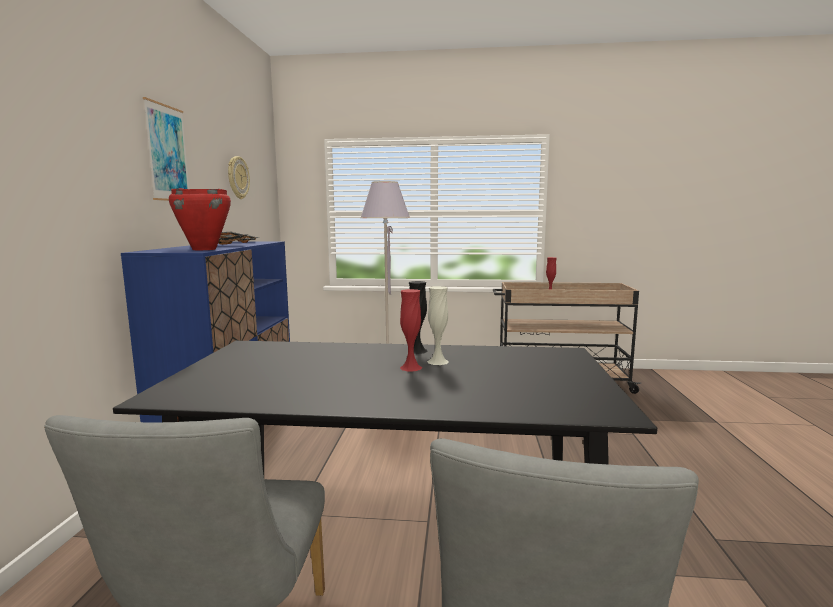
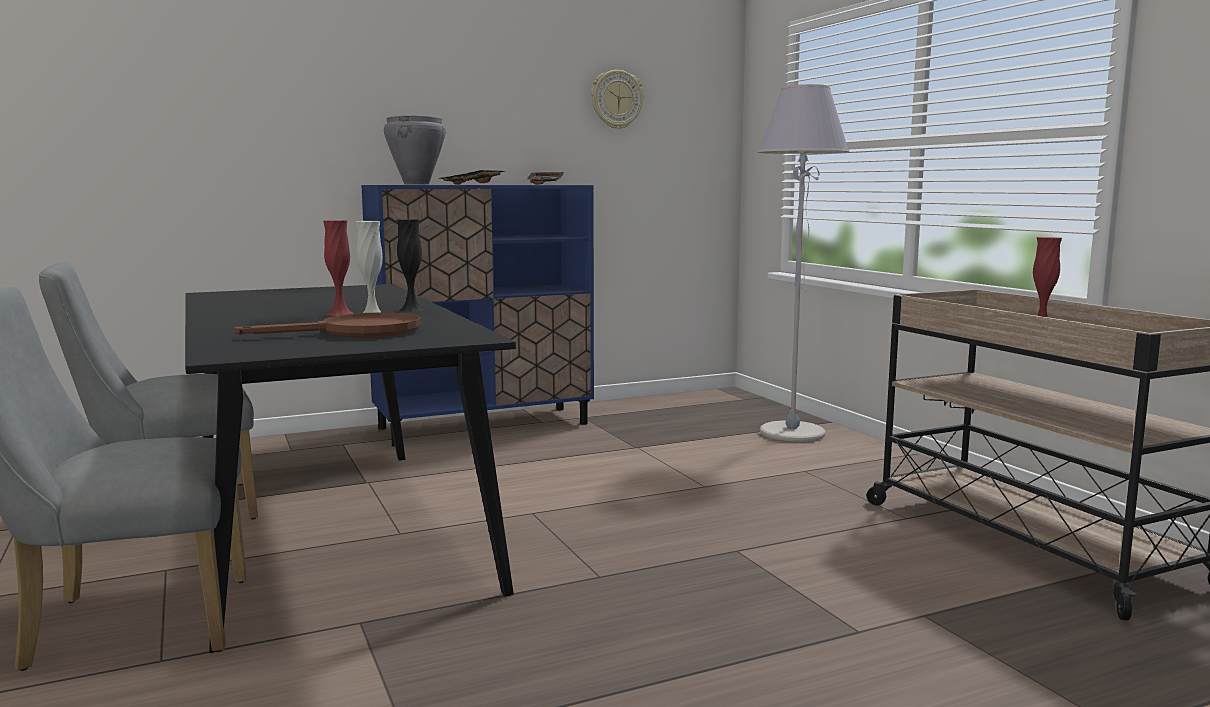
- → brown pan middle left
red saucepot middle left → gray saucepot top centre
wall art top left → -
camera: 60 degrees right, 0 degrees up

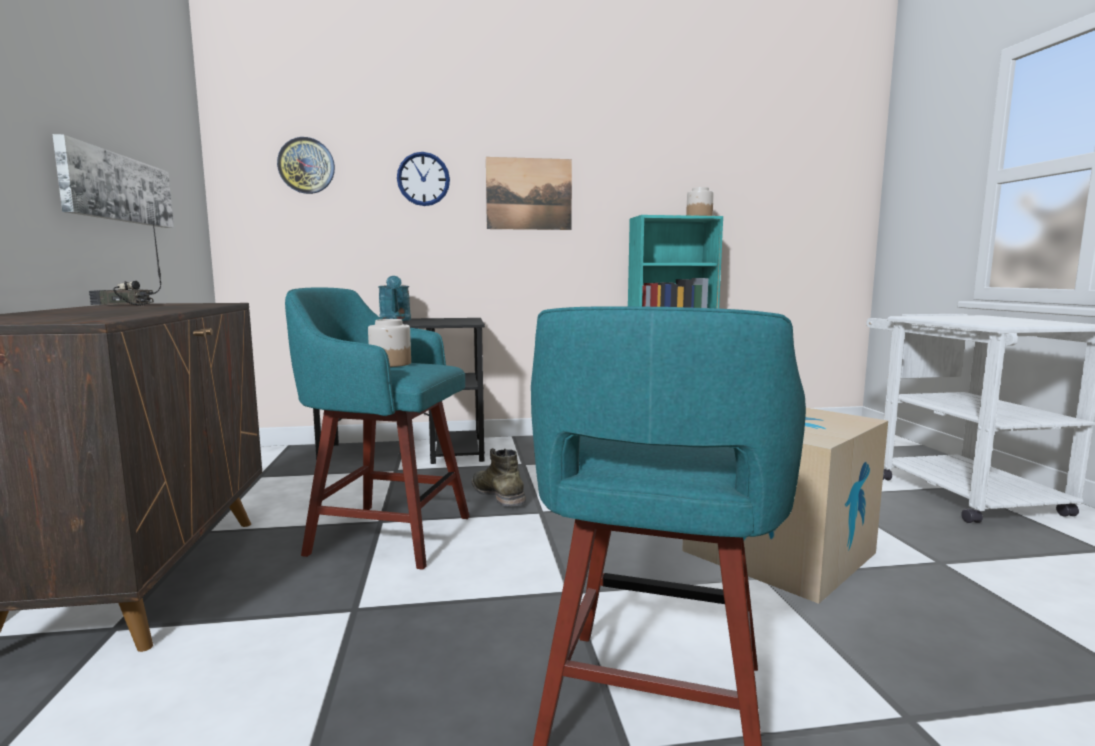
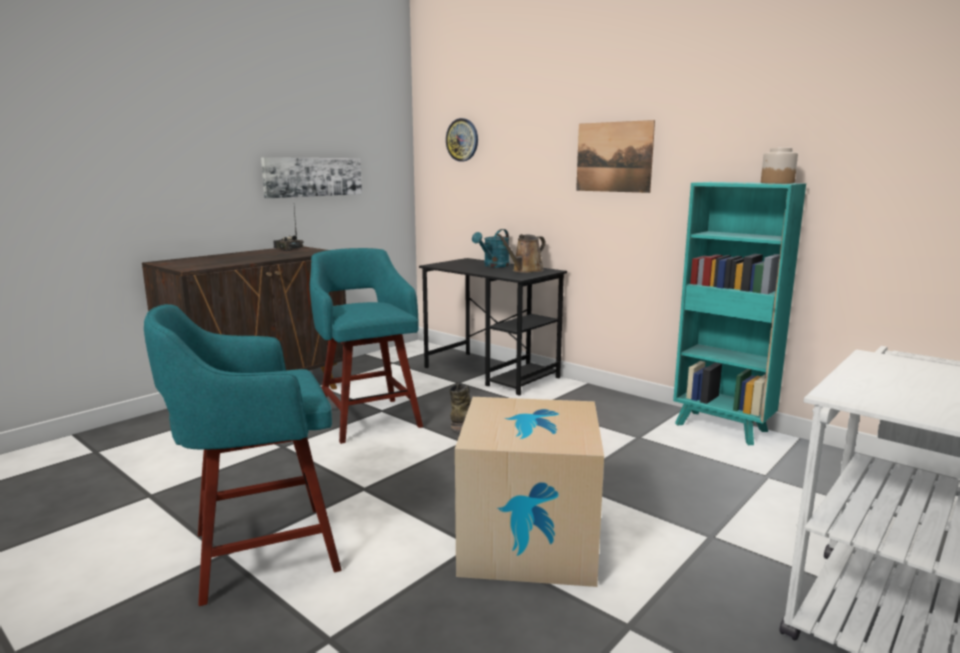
- → brown sprinkling can centre
preserve jar (1st from left) centre → -
clock on the wall (2nd from left) top centre → -
camera: 50 degrees right, 5 degrees up

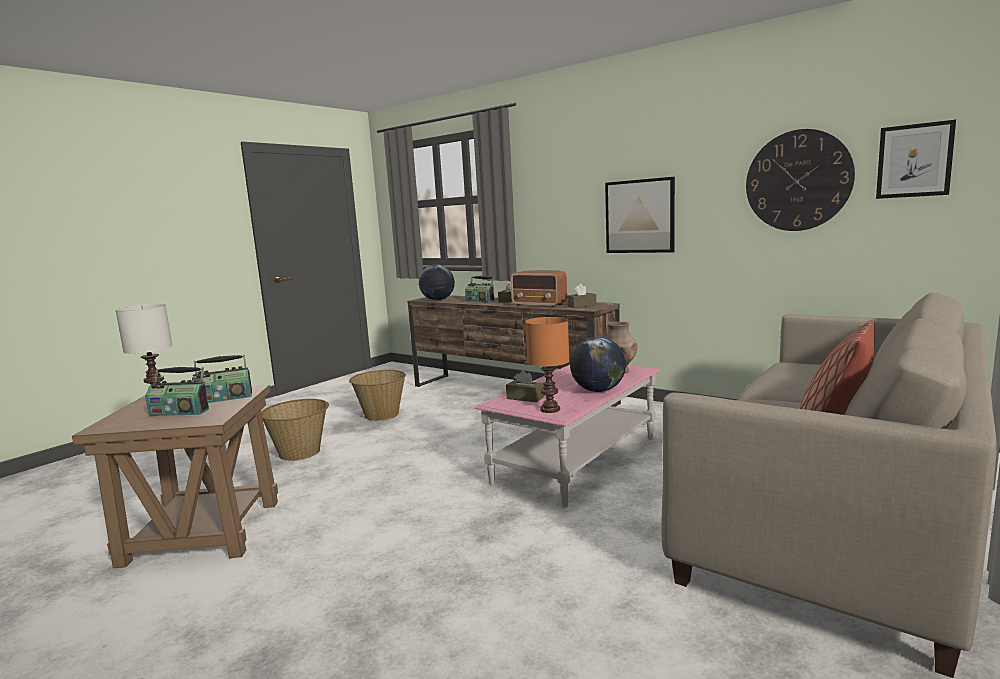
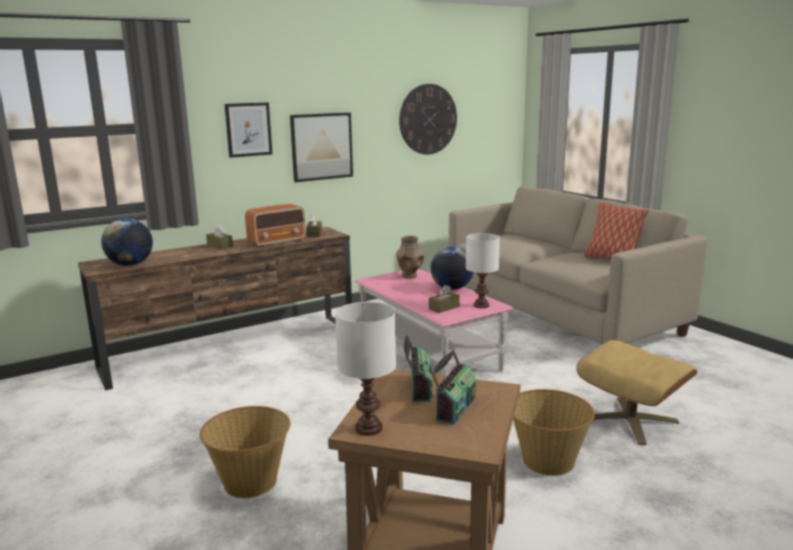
wall art (2nd from left in the first image) top right → wall art (1st from left) top left, move
orange lamp for a table centre → whitish lamp for a table (2nd from left) centre
basket (2nd from left) centre → basket (2nd from left) bottom right, move
- → beige-coloured ottoman bottom right
radio set (3rd from left) centre → -
camera: 70 degrees left, 5 degrees up

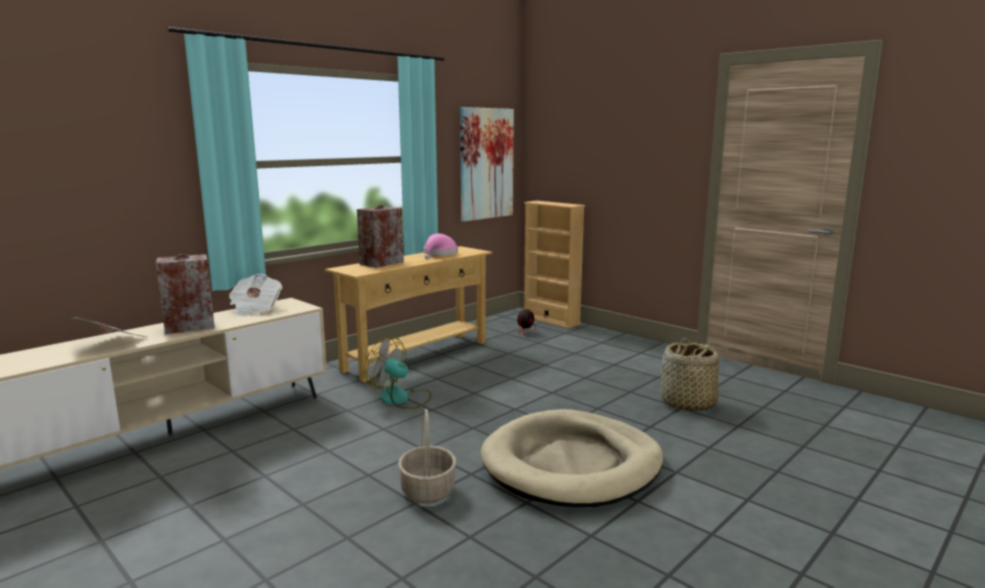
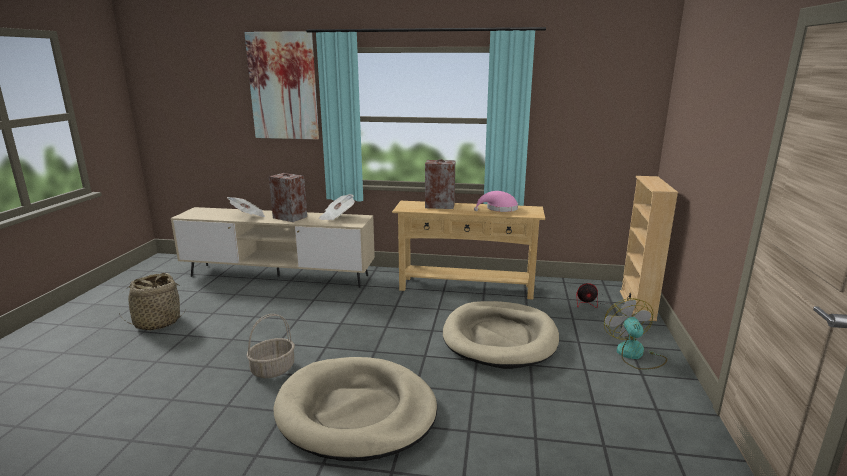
basket (2nd from left in the first image) middle right → basket (1st from left) middle left, move
wall art top centre → wall art top left, move
- → beige-coloured pet bed (2nd from left) bottom centre
fan (1st from left in the first image) centre → fan (2nd from left) bottom right, move
camera: 55 degrees right, 5 degrees up

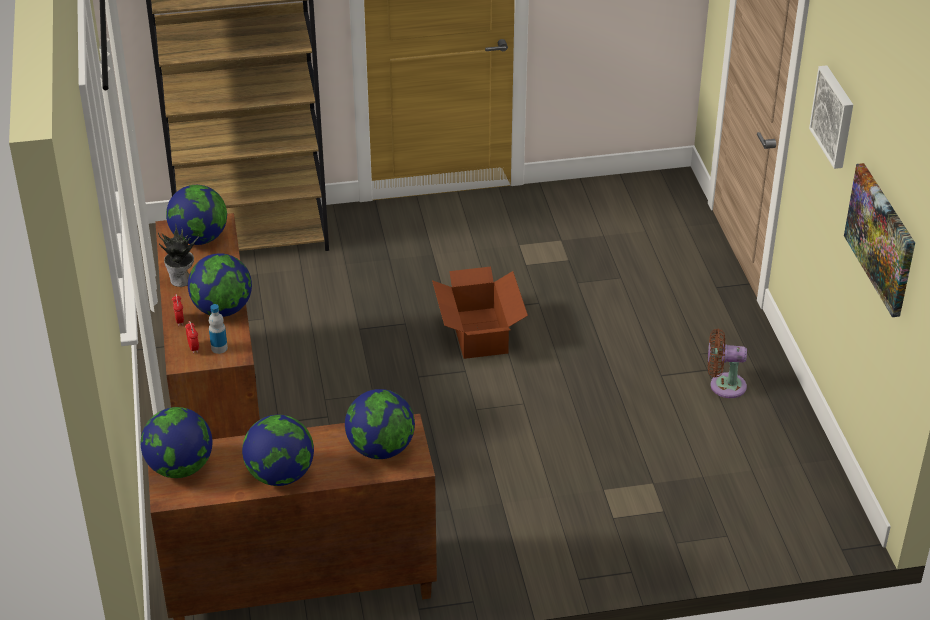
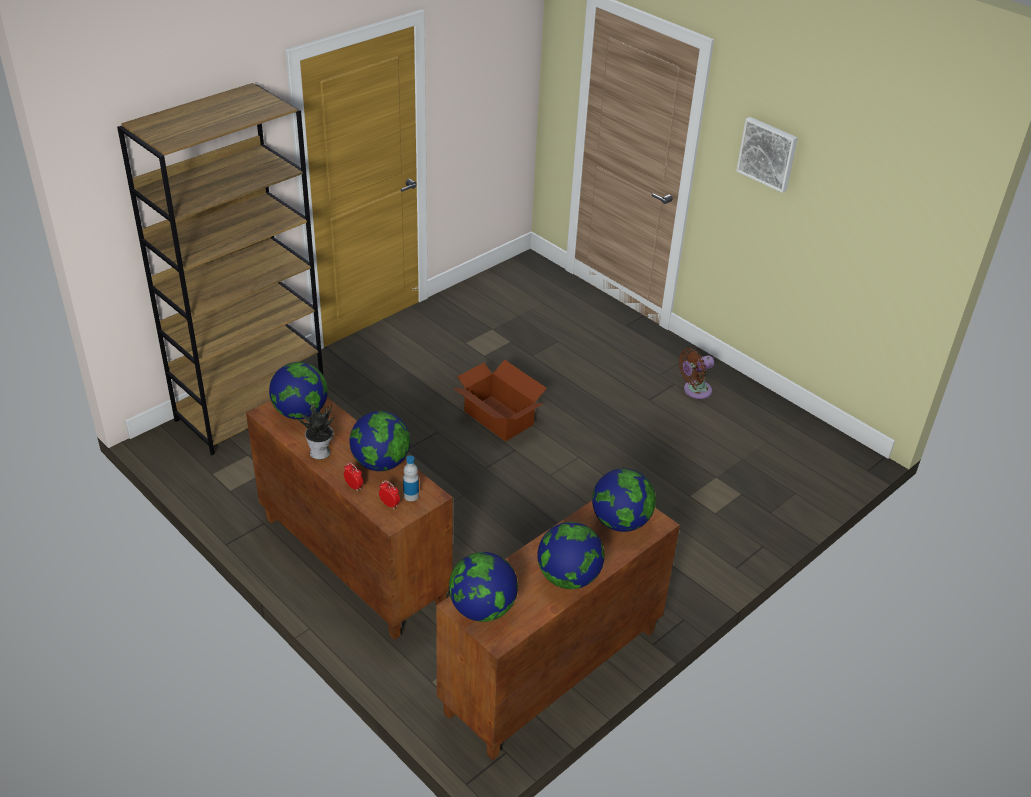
wall art (2nd from left) middle right → -
camera: 35 degrees left, 0 degrees up

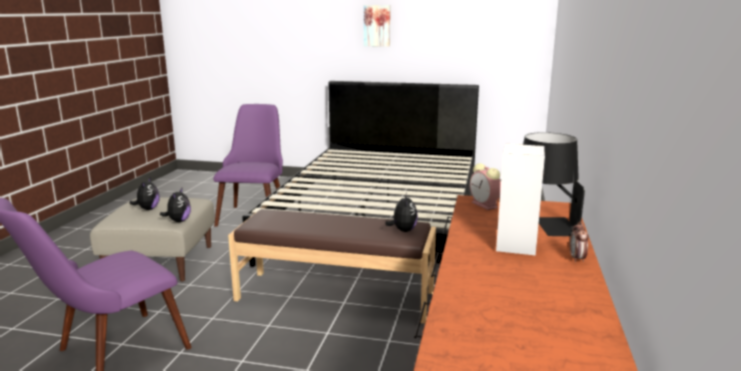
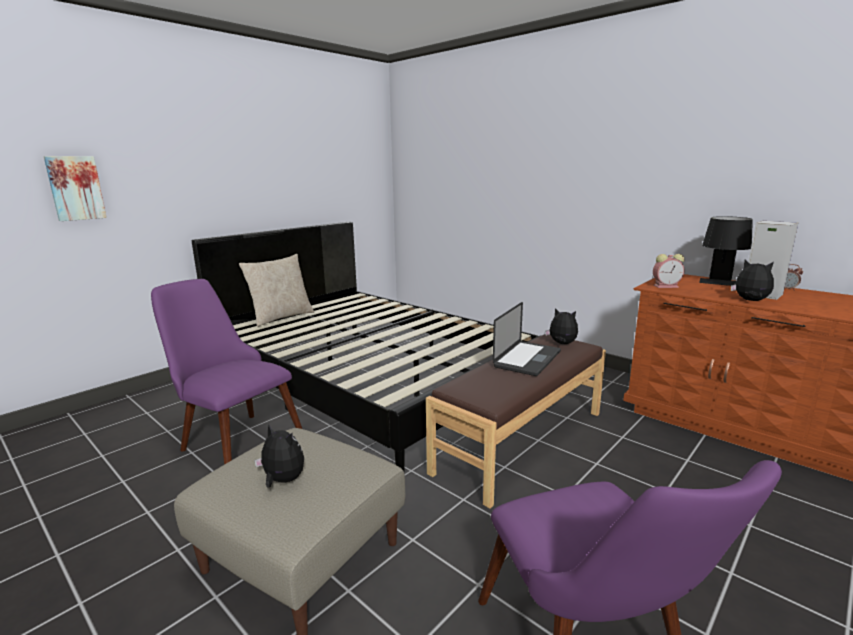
wall art top centre → wall art top left, move
- → beige-coloured cushion middle left
- → laptop centre
cuddly toy (2nd from left in the first image) middle left → cuddly toy (3rd from left) middle right, move
camera: 60 degrees left, 0 degrees up

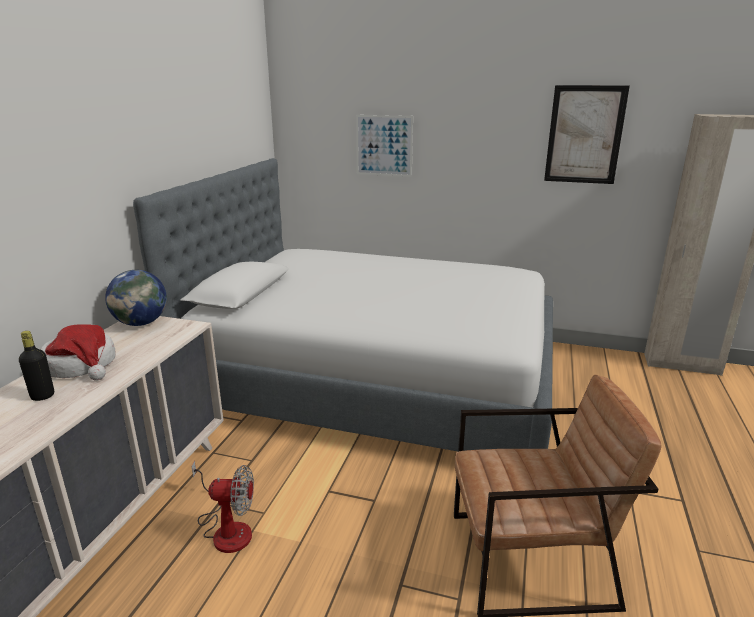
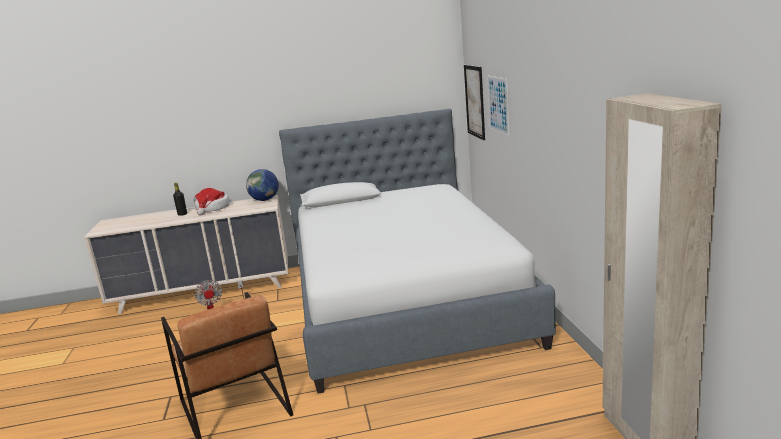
wall art (2nd from left in the first image) top right → wall art (1st from left) top centre, move
camera: 65 degrees right, 5 degrees down

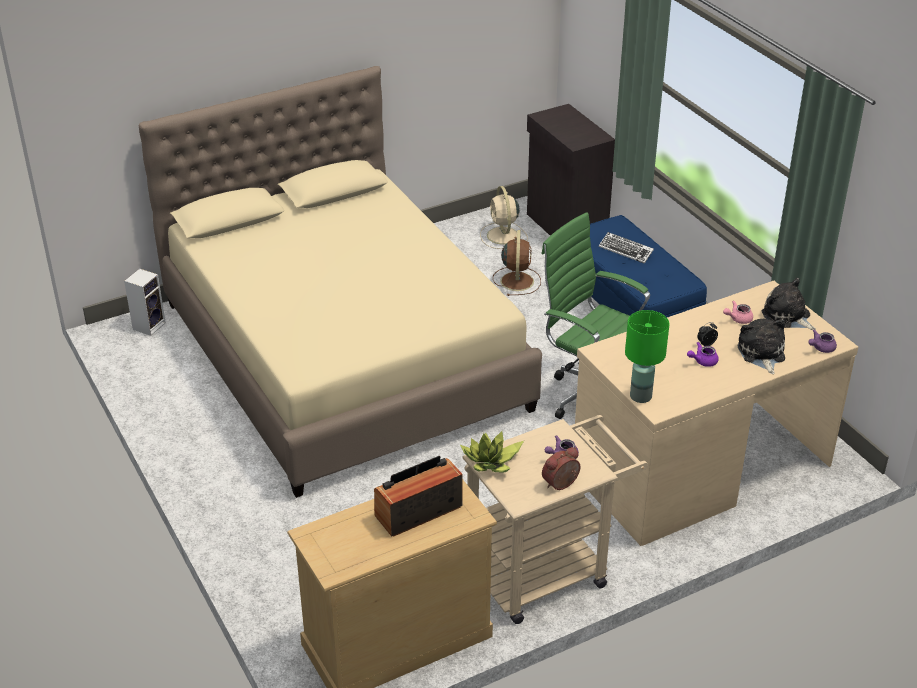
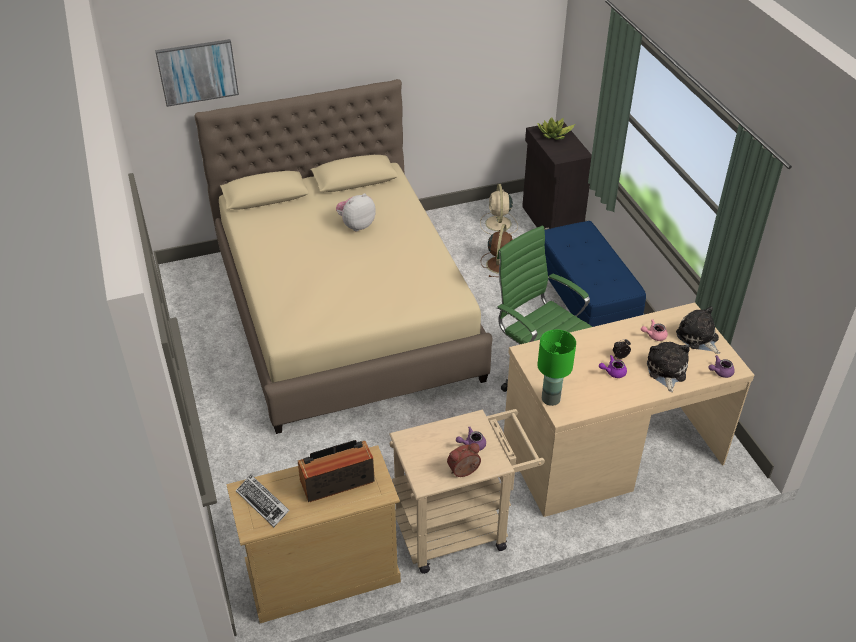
- → wall art top left
computer keyboard middle right → computer keyboard bottom left, move
- → cuddly toy (1st from left) top centre
houseplant centre → houseplant top centre, move
speaker middle left → -
camera: 10 degrees right, 5 degrees up

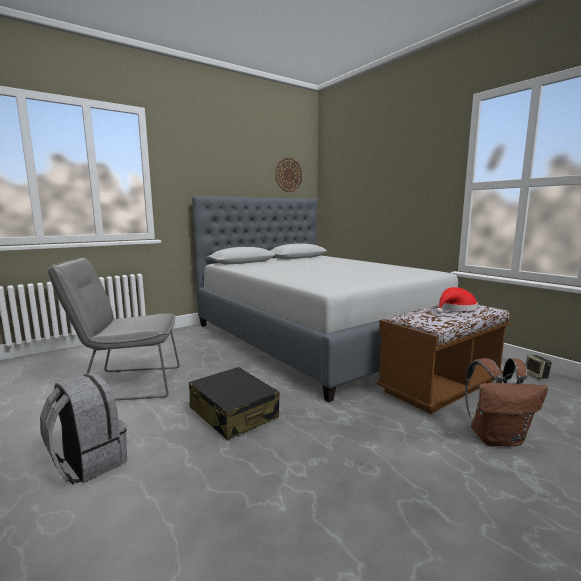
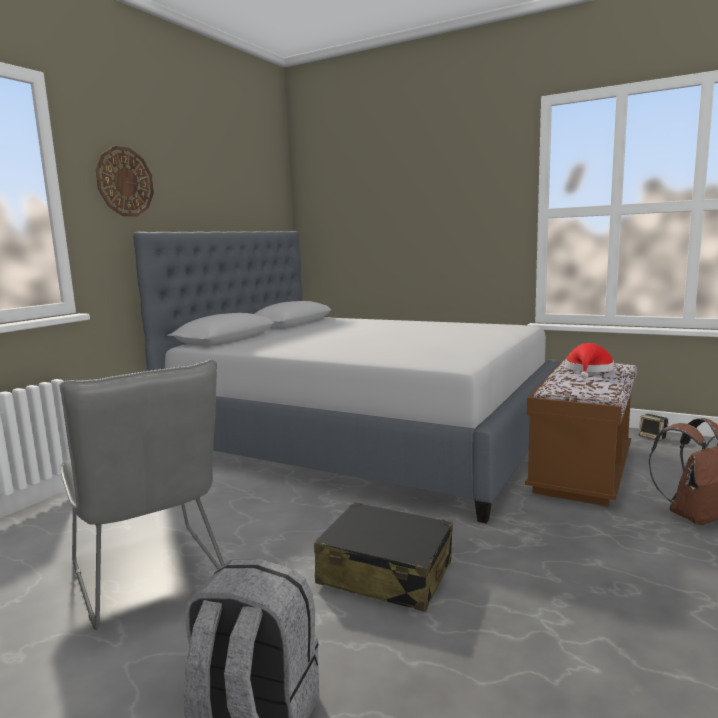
gray upright chair middle left → gray upright chair bottom left, 90 degrees counterclockwise
clock on the wall top centre → clock on the wall top left, move
camera: 25 degrees left, 0 degrees up

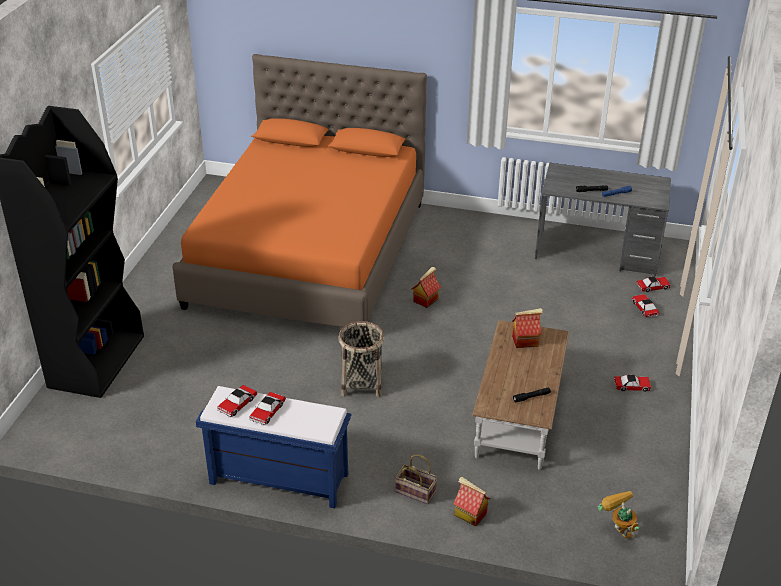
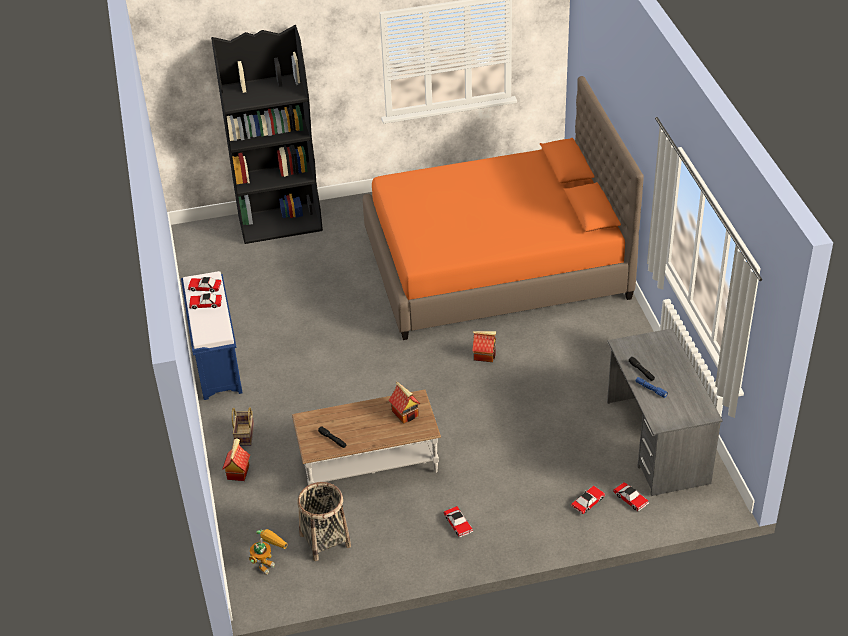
basket (1st from left in the first image) centre → basket (2nd from left) bottom centre, move
camera: 65 degrees right, 5 degrees up

